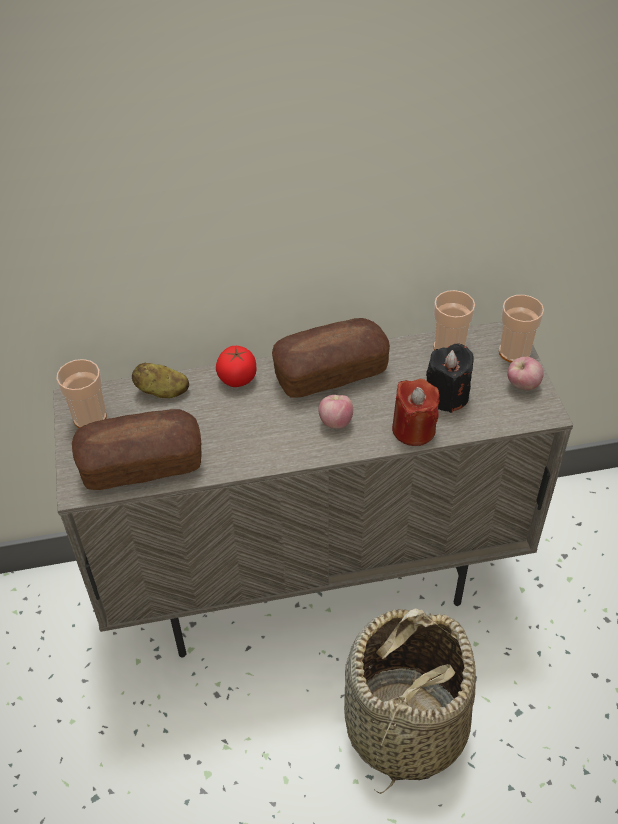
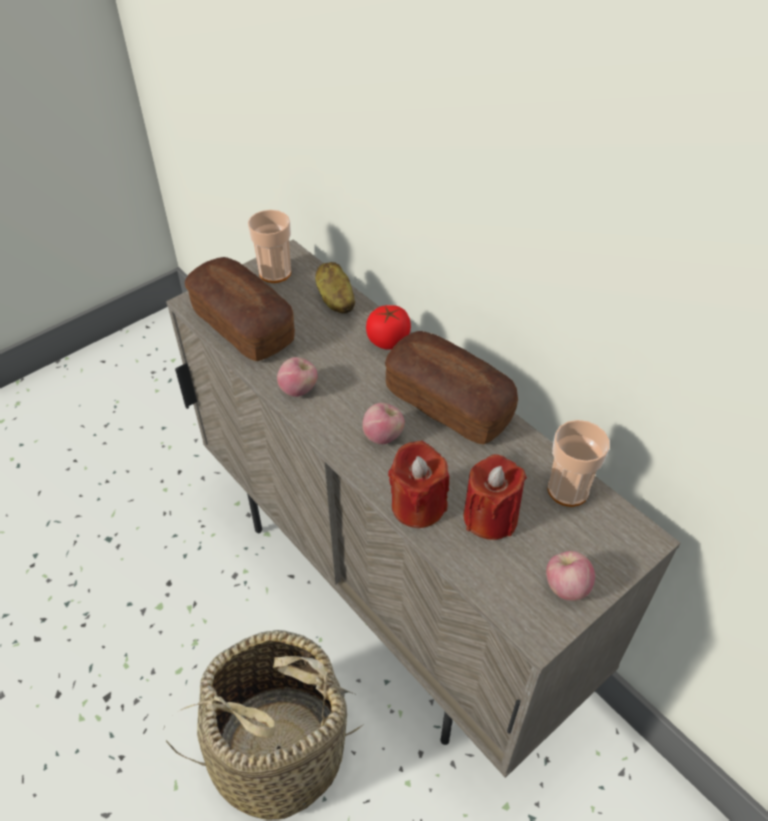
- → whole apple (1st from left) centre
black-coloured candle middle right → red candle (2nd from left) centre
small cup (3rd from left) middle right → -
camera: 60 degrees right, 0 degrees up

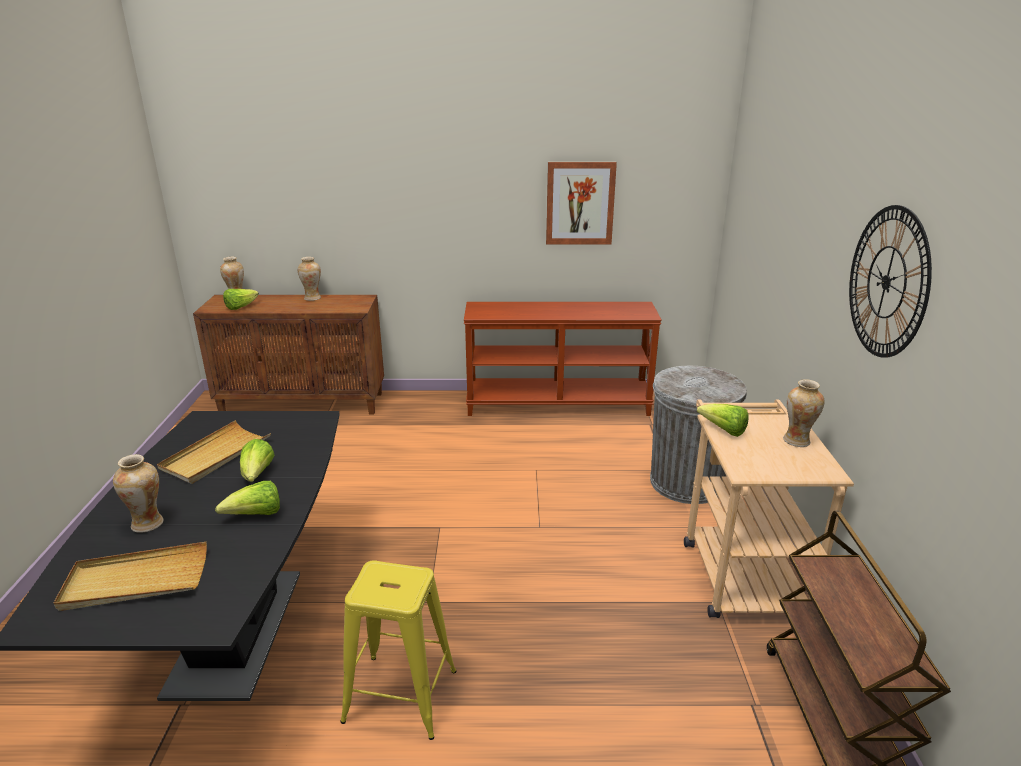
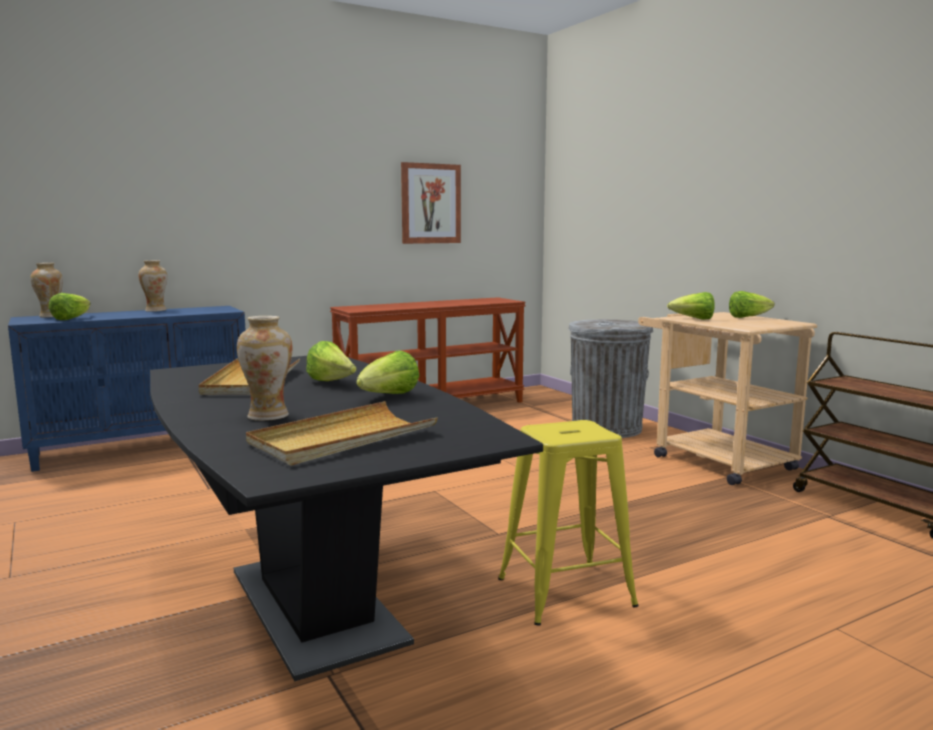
brown cabinet middle left → blue cabinet middle left
flower vase (4th from left) middle right → head of lettuce (5th from left) middle right
clock on the wall middle right → -
camera: 30 degrees left, 15 degrees down

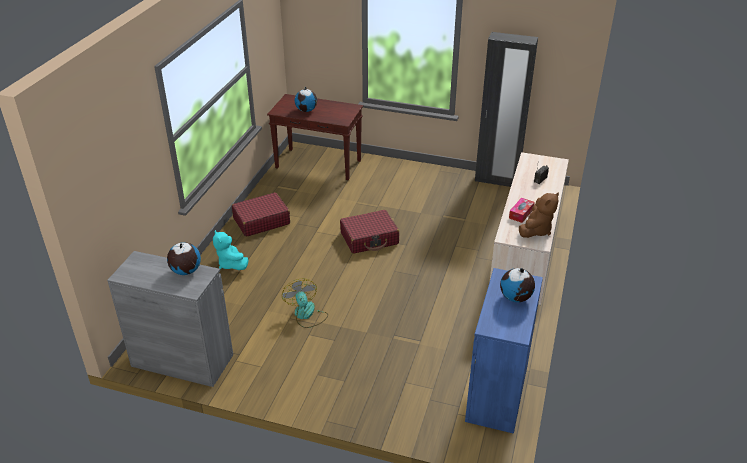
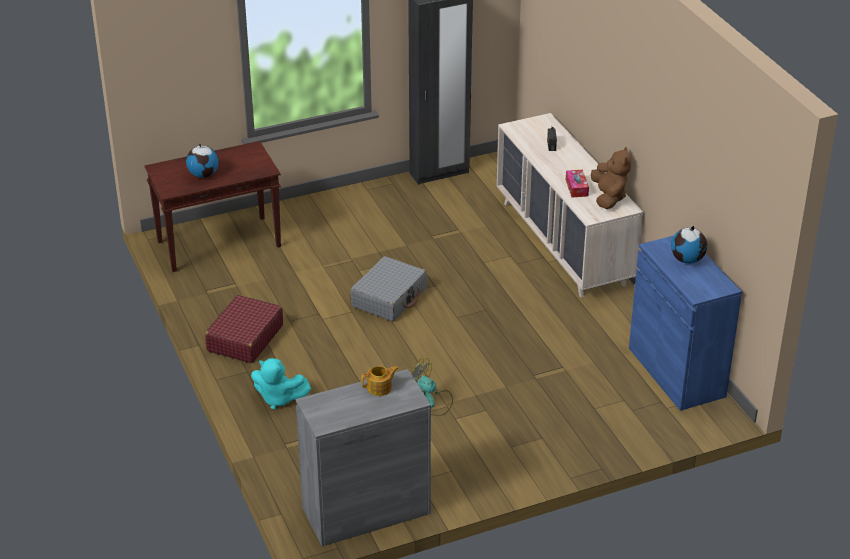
red piece of luggage (2nd from left) centre → gray piece of luggage centre
desk globe (1st from left) middle left → tea pot bottom centre
camera: 40 degrees left, 0 degrees up

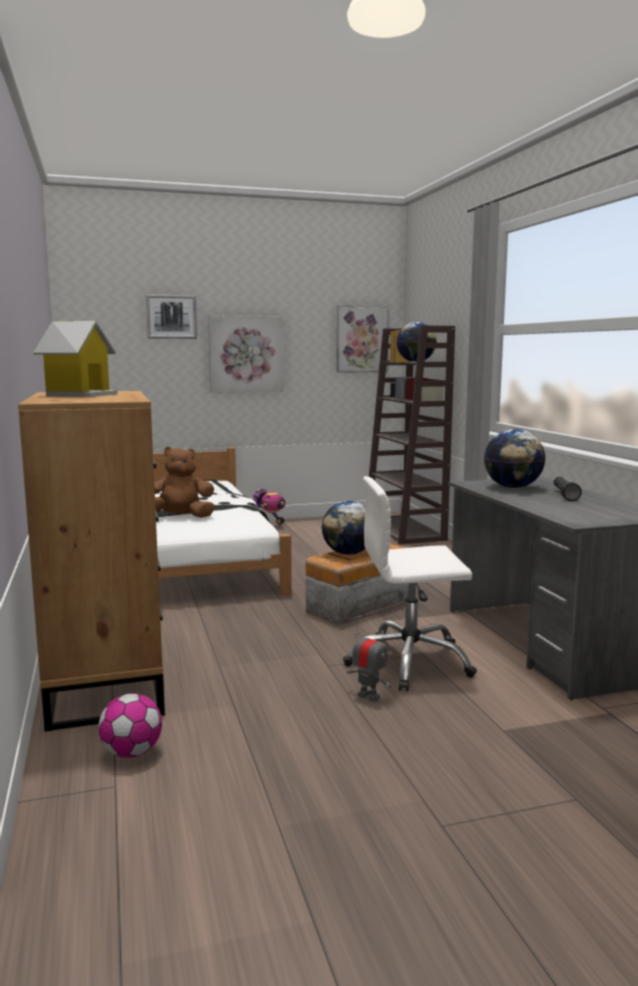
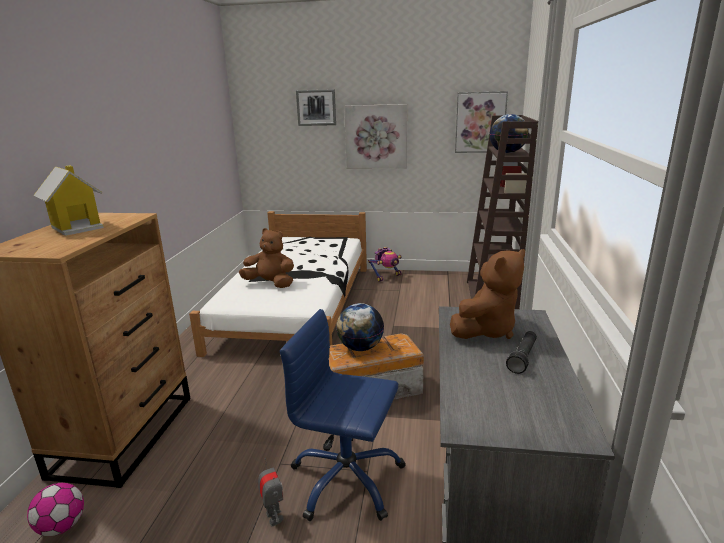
whitish desk chair centre → blue desk chair bottom centre
desk globe (3rd from left) middle right → brown cuddly toy (2nd from left) middle right
camera: 25 degrees right, 10 degrees up

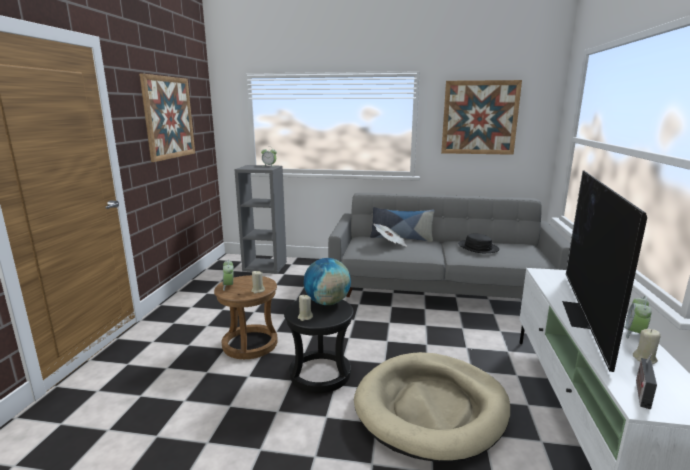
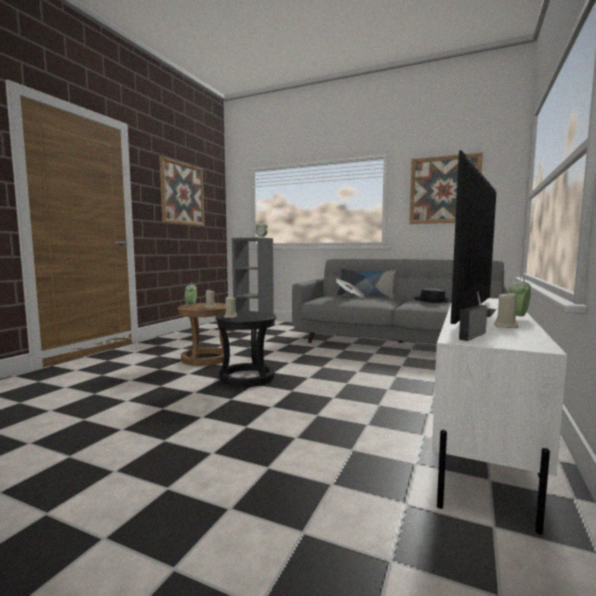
desk globe centre → -
beige-coloured pet bed bottom centre → -
camera: 15 degrees right, 10 degrees down

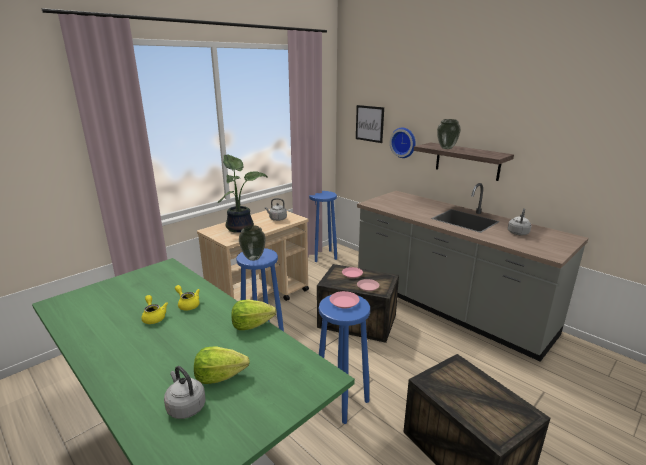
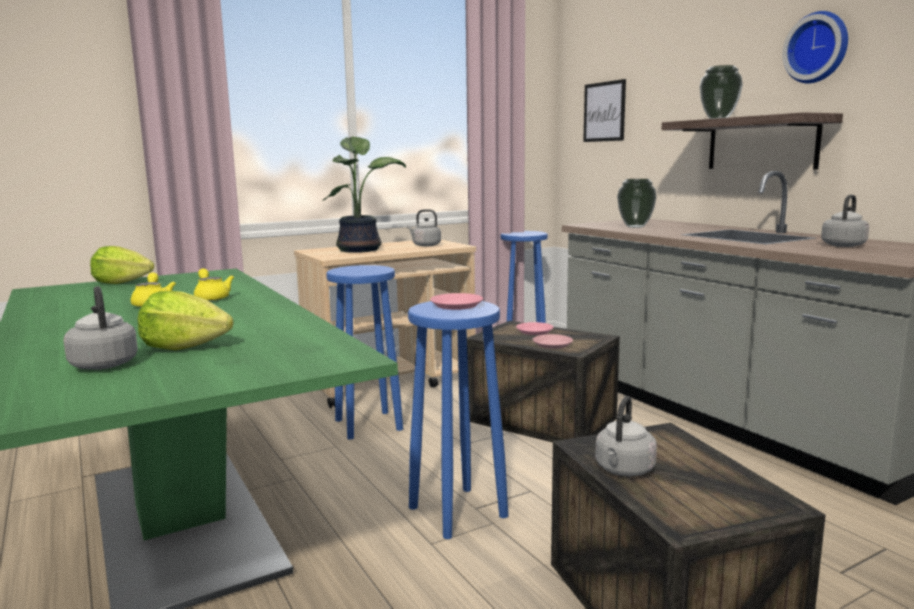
head of lettuce (2nd from left in the first image) bottom centre → head of lettuce (1st from left) middle left, move
- → gray water kettle (3rd from left) bottom right
flower vase (1st from left) centre → flower vase (1st from left) middle right, move
clock on the wall top centre → clock on the wall top right, move
camera: 15 degrees right, 10 degrees down

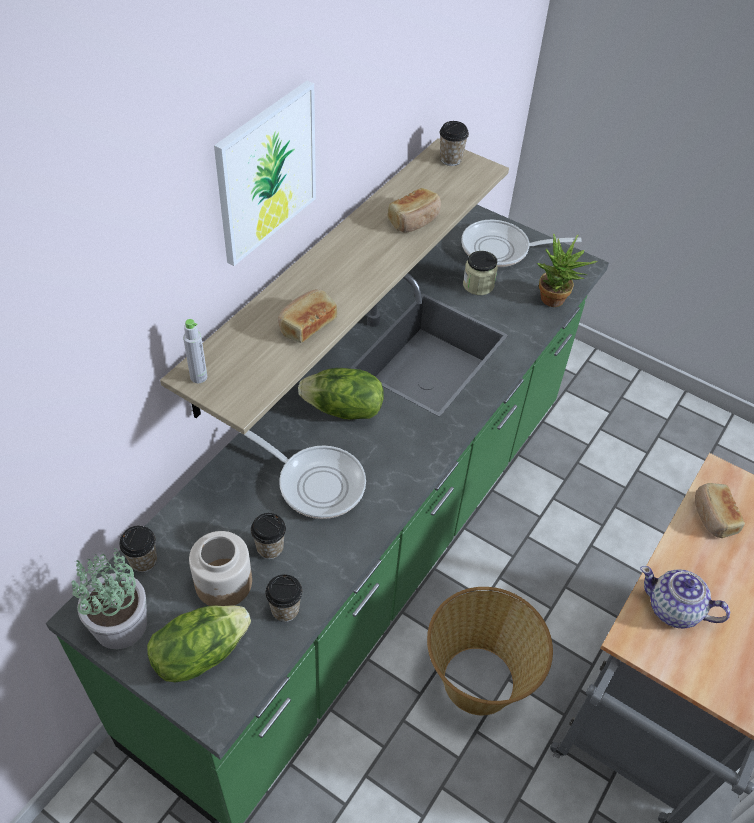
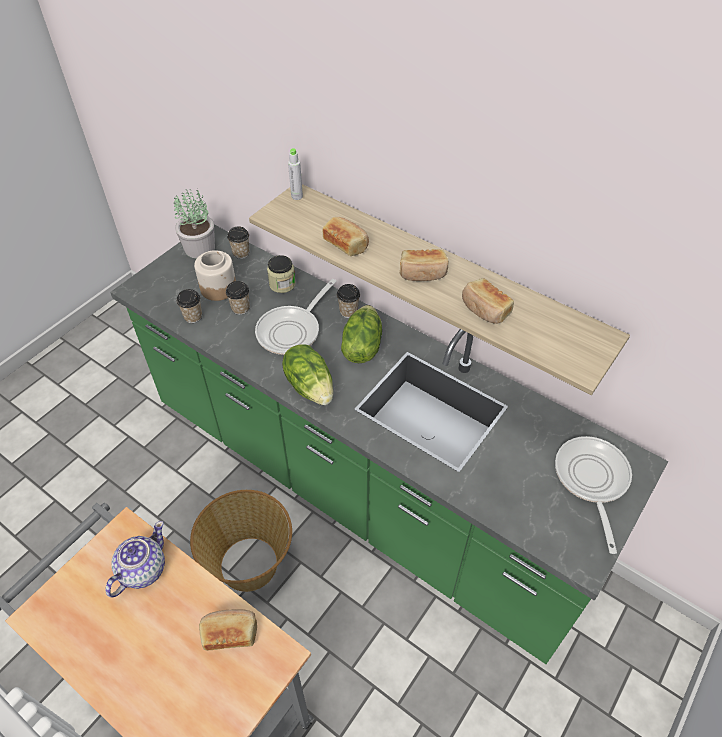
preserve jar (2nd from left) top centre → preserve jar (2nd from left) centre, move
head of lettuce (1st from left) bottom left → head of lettuce (1st from left) centre, move
small cup (4th from left) top centre → small cup (4th from left) centre, move
- → baked bread (3rd from left) centre
wall art top centre → -
houseplant (2nd from left) top right → -
camera: 95 degrees right, 0 degrees up

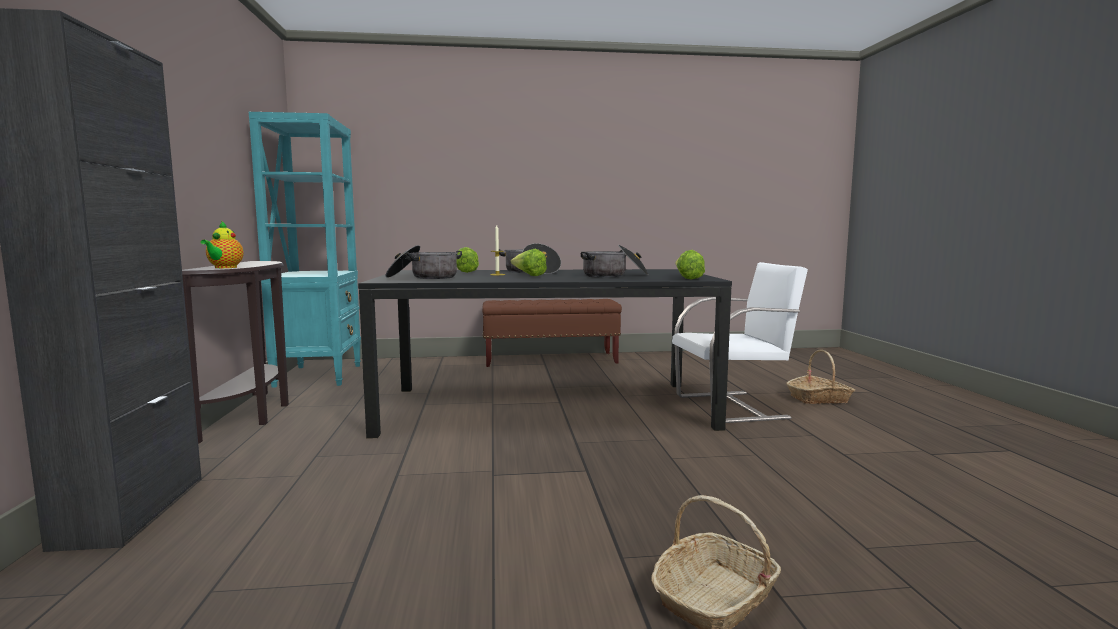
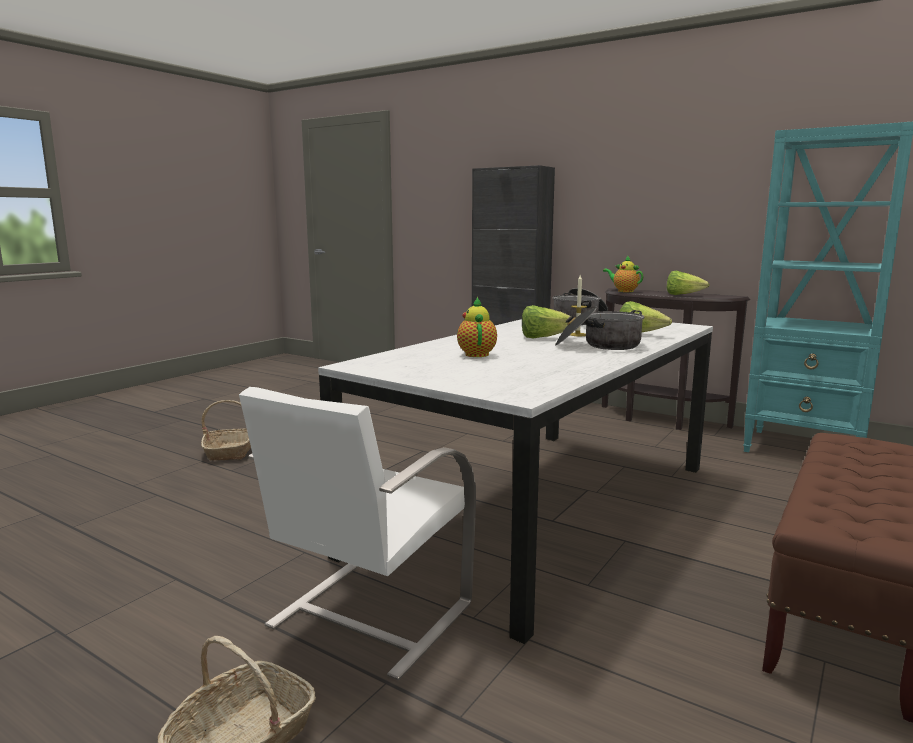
black-coloured dining table centre → whitish dining table centre
saucepot (3rd from left) centre → tea pot (1st from left) centre
head of lettuce (3rd from left) centre → head of lettuce (3rd from left) middle right, move
camera: 130 degrees right, 5 degrees up

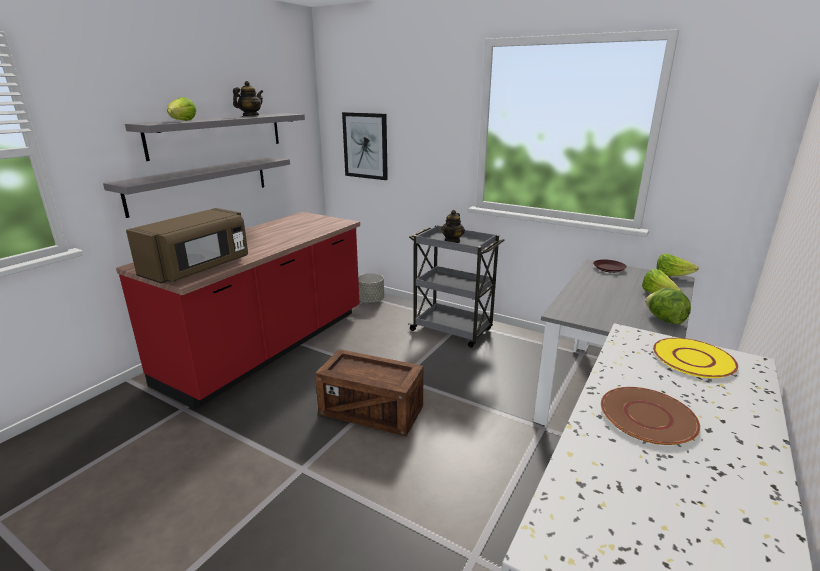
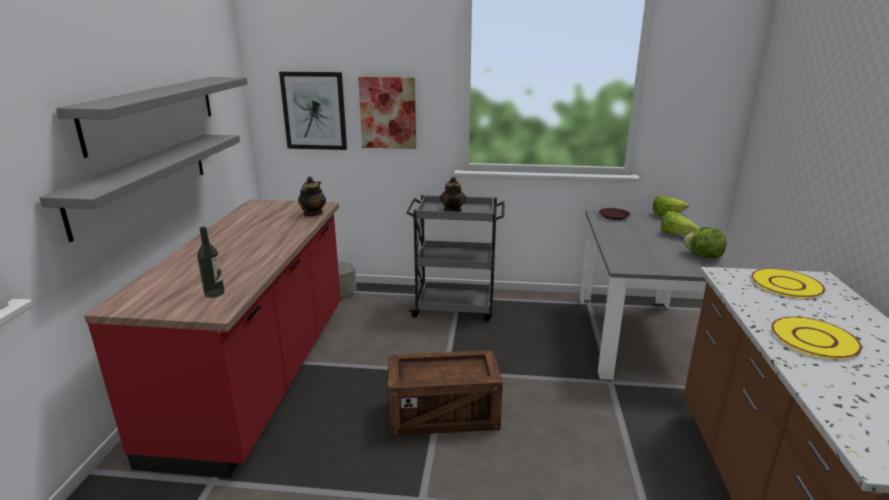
brown kitchen microwave middle left → drink bottle middle left
tea pot (1st from left) top left → tea pot (1st from left) centre, move
- → wall art (2nd from left) top centre
brown plate (2nd from left) bottom right → yellowish plate (2nd from left) bottom right
head of lettuce (1st from left) top left → -
camera: 25 degrees left, 0 degrees up

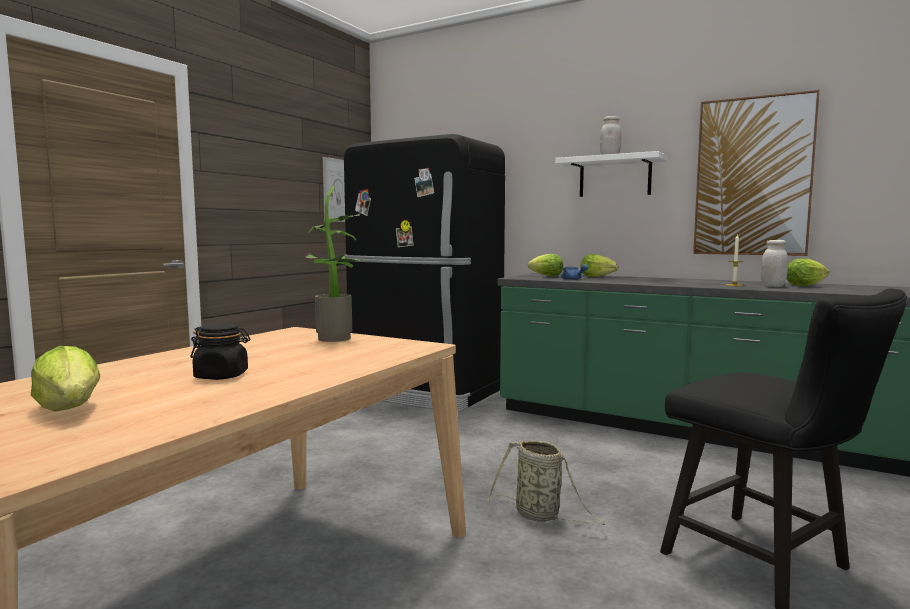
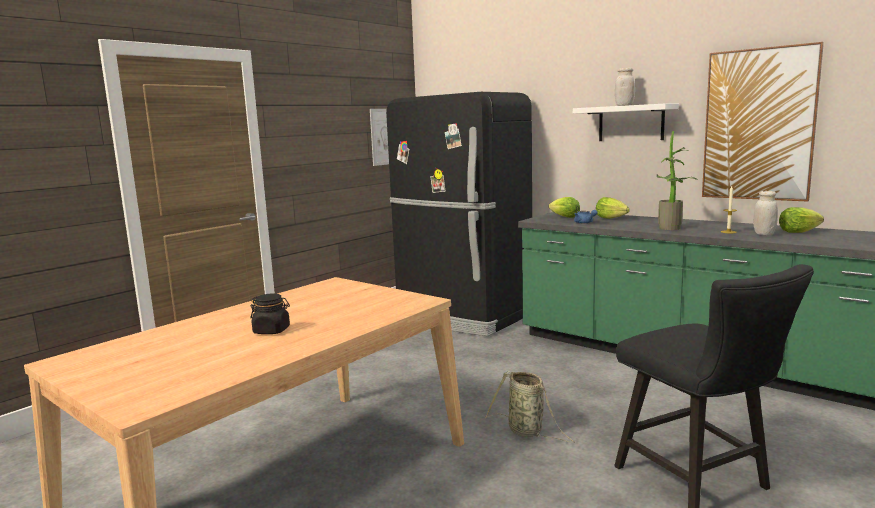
houseplant centre → houseplant middle right, move
head of lettuce (1st from left) middle left → -
camera: 10 degrees right, 5 degrees up

